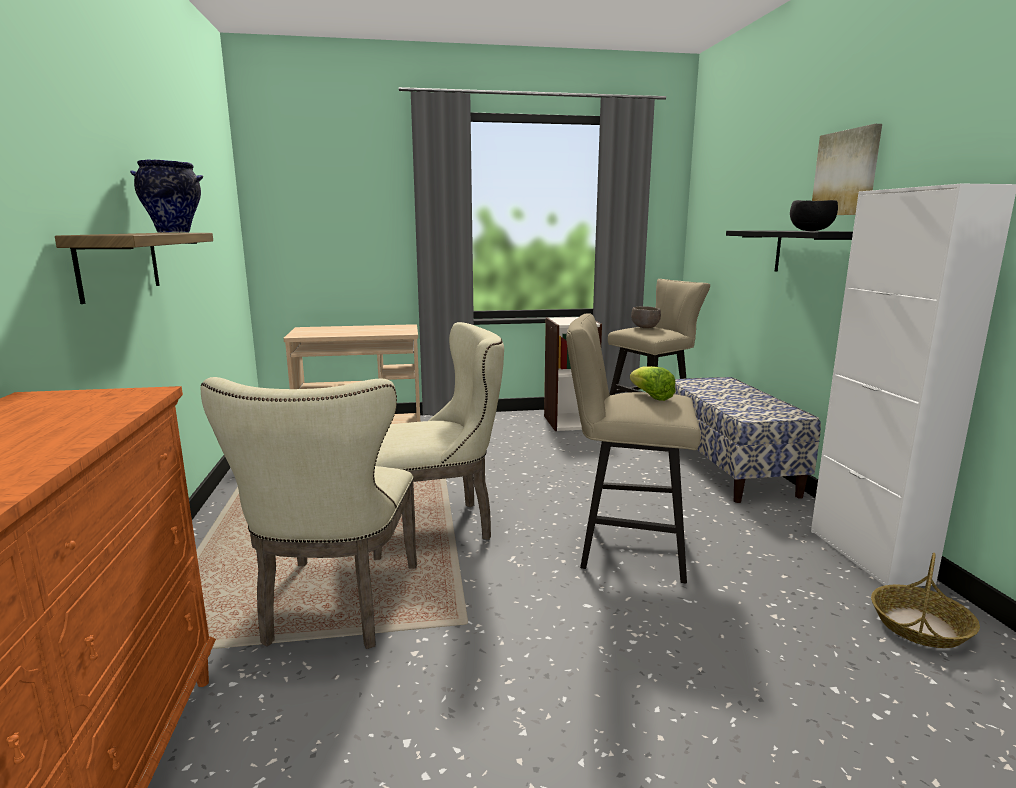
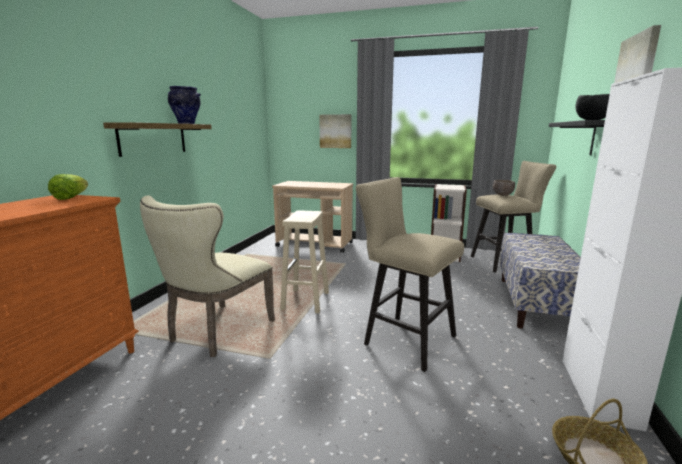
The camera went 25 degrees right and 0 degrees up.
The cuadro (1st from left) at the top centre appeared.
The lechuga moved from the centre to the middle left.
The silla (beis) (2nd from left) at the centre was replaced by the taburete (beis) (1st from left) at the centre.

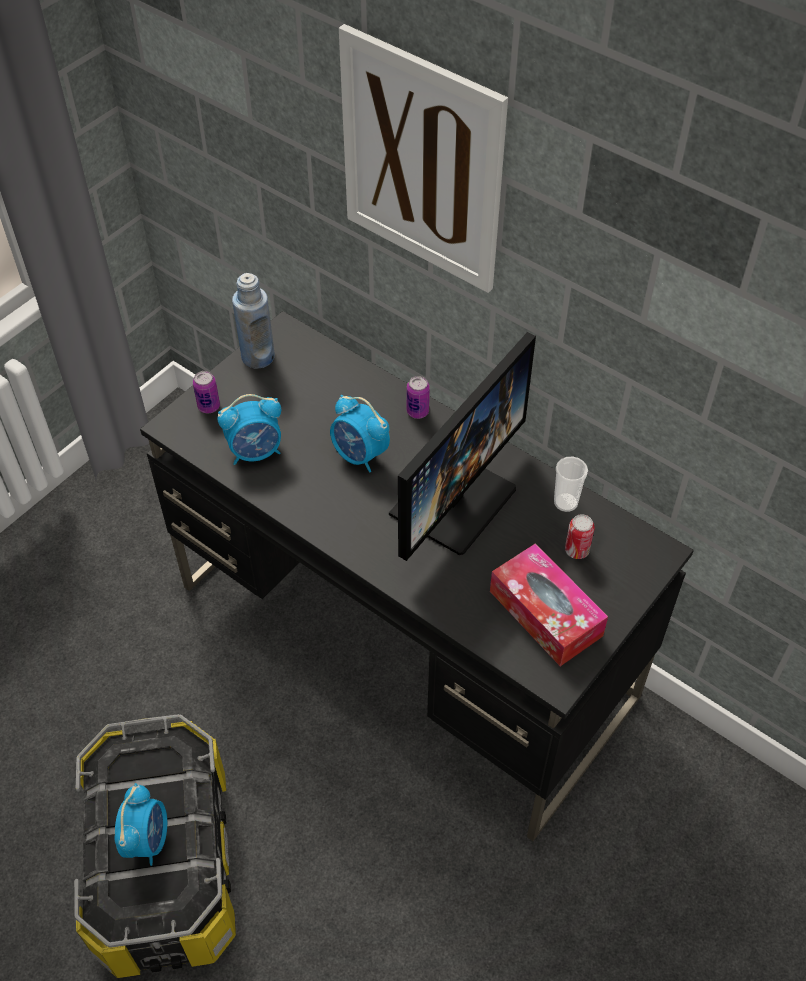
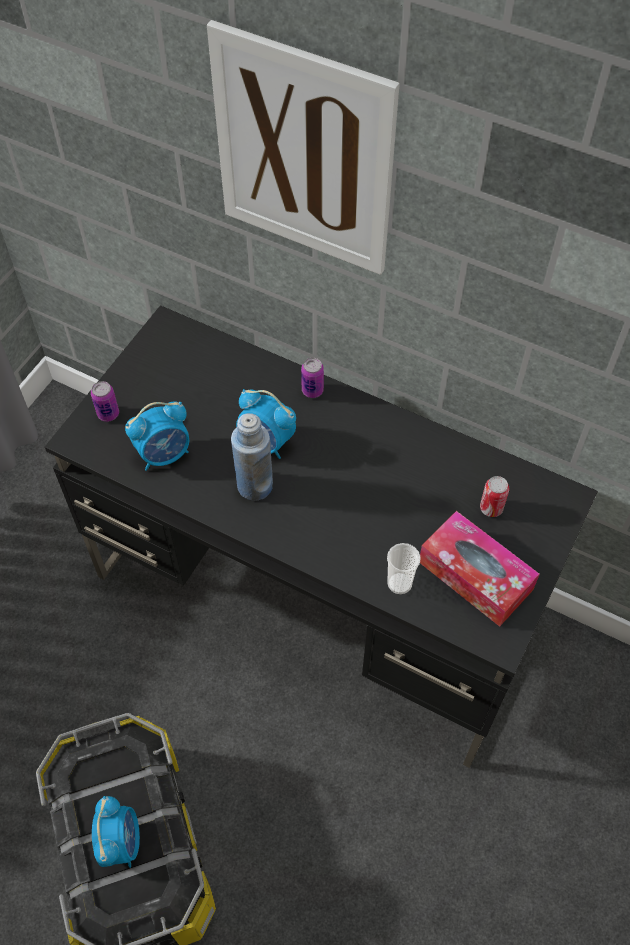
The camera went 10 degrees left and 5 degrees up.
The monitor at the centre disappeared.
The botella (azul) moved from the top left to the centre.
The taza moved from the middle right to the centre.

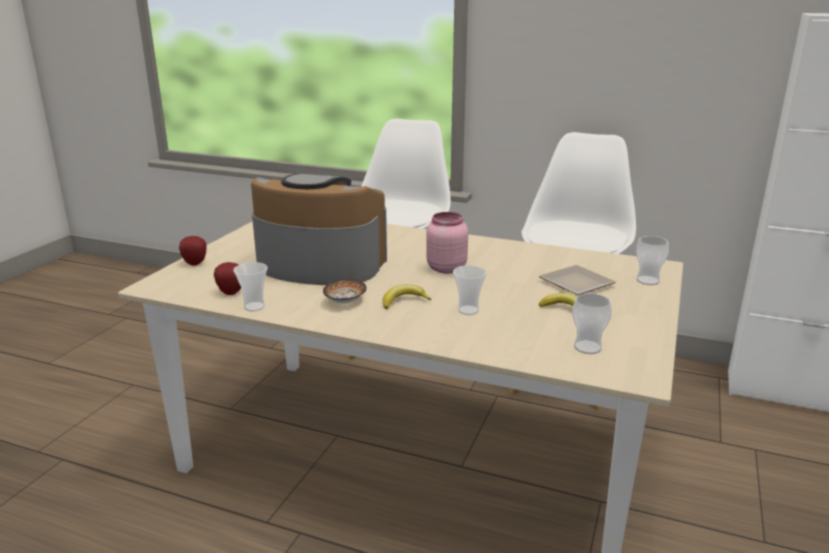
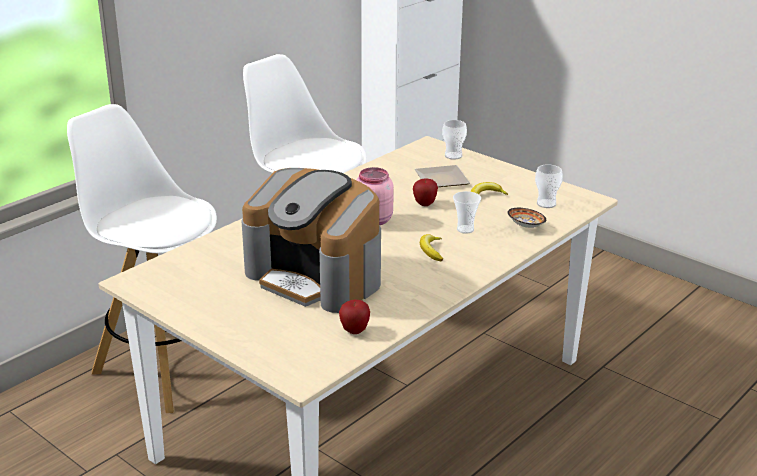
The camera went 70 degrees left and 5 degrees up.
The taza (1st from left) at the middle left disappeared.
The manzana (1st from left in the first image) moved from the middle left to the centre.
The cuenco moved from the centre to the middle right.
The cafetera at the centre turned 90 degrees counterclockwise.

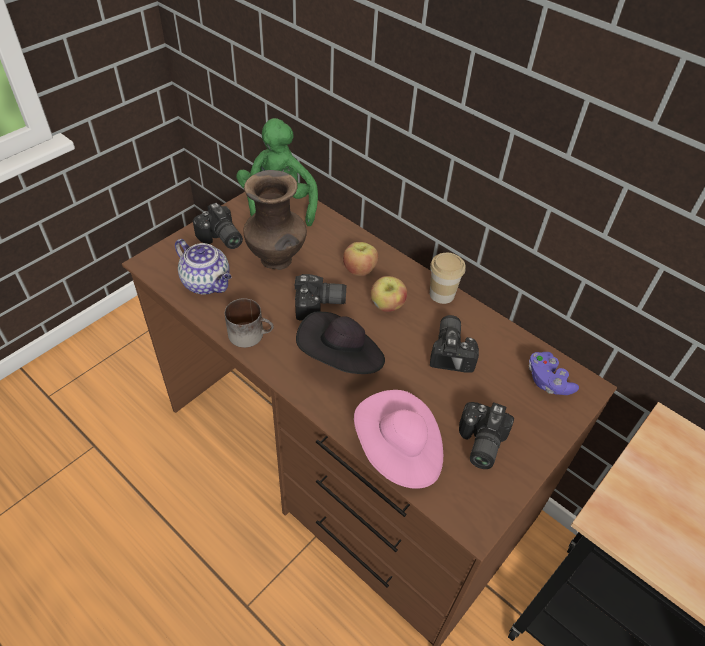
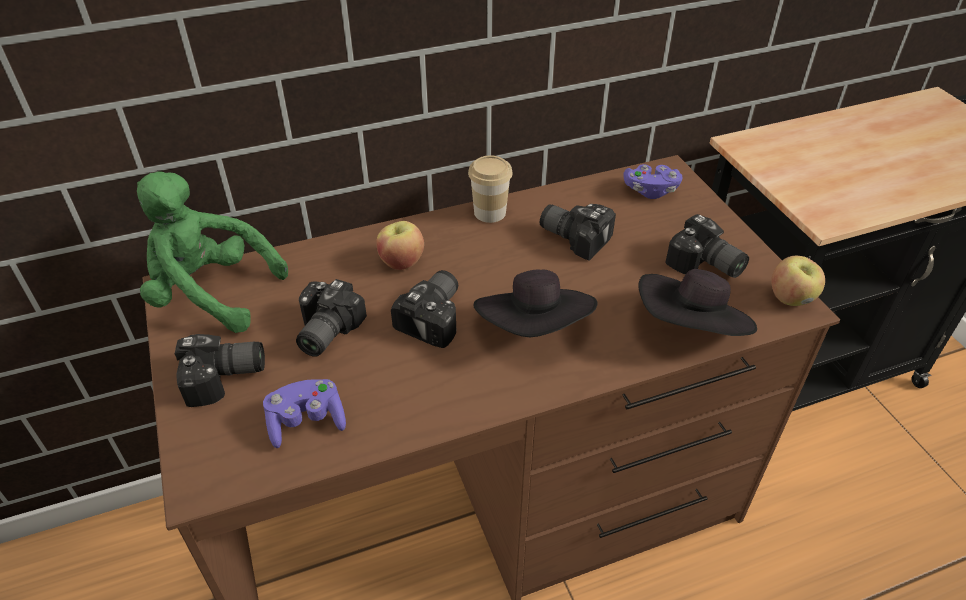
The camera went 60 degrees left and 5 degrees down.
The taza grande at the centre disappeared.
The manzana (2nd from left) moved from the centre to the middle right.
The tetera at the middle left was replaced by the mando de consola (morado) (1st from left) at the bottom left.
The florero (marrón) at the centre was replaced by the cámara (2nd from left) at the centre.
The sombrero (rosa) at the bottom centre became the sombrero (negro) (2nd from left) at the middle right.

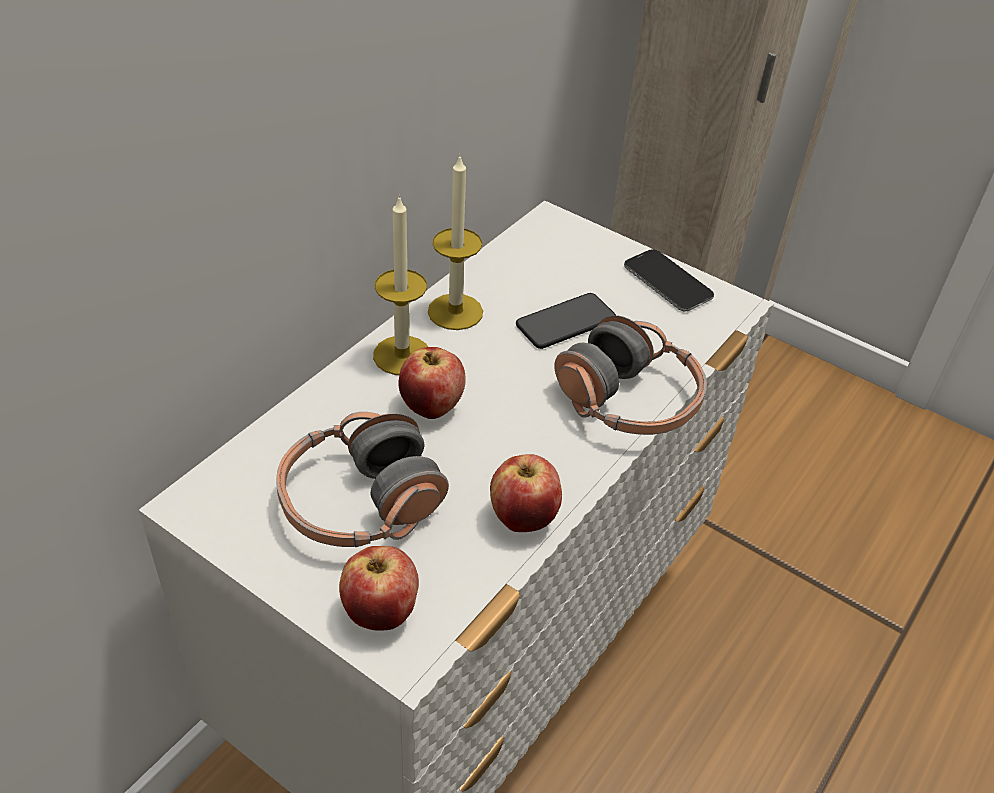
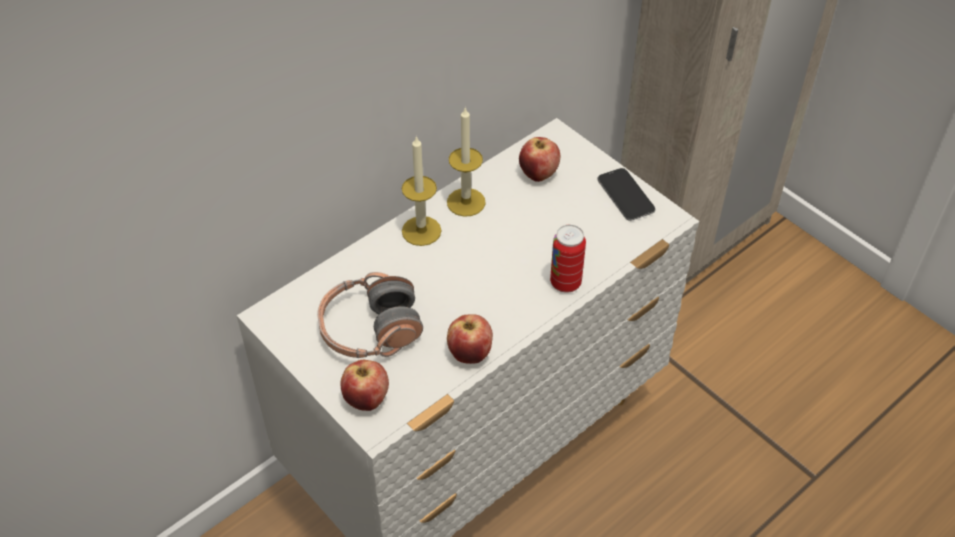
The camera went 15 degrees right and 5 degrees up.
The móvil (1st from left) at the centre disappeared.
The manzana (2nd from left in the first image) moved from the centre to the top centre.
The auriculares (2nd from left) at the centre was replaced by the lata at the centre.

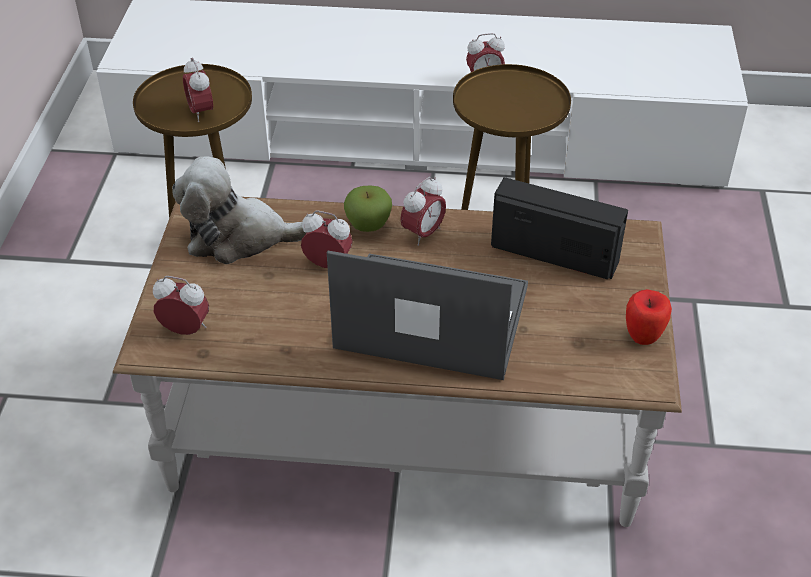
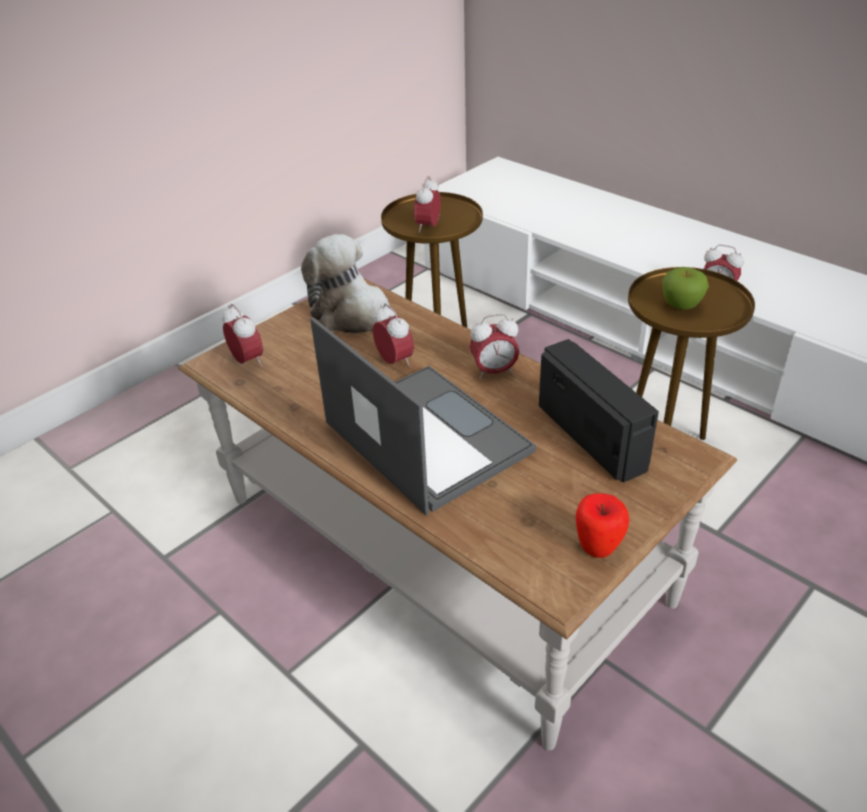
The camera went 40 degrees right and 5 degrees down.
The manzana (1st from left in the first image) moved from the centre to the middle right.

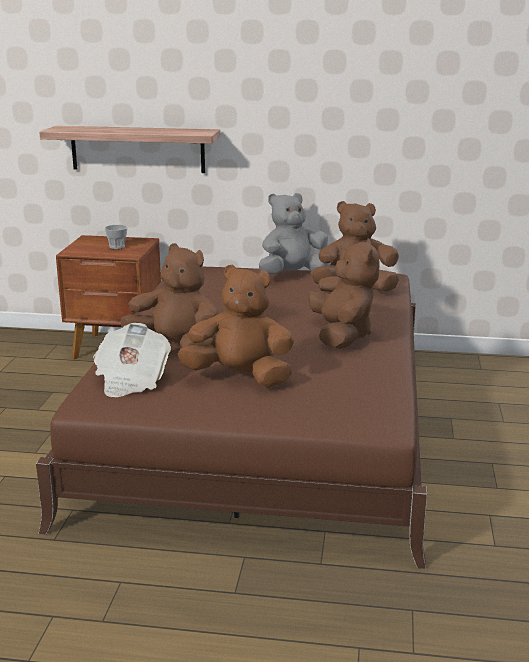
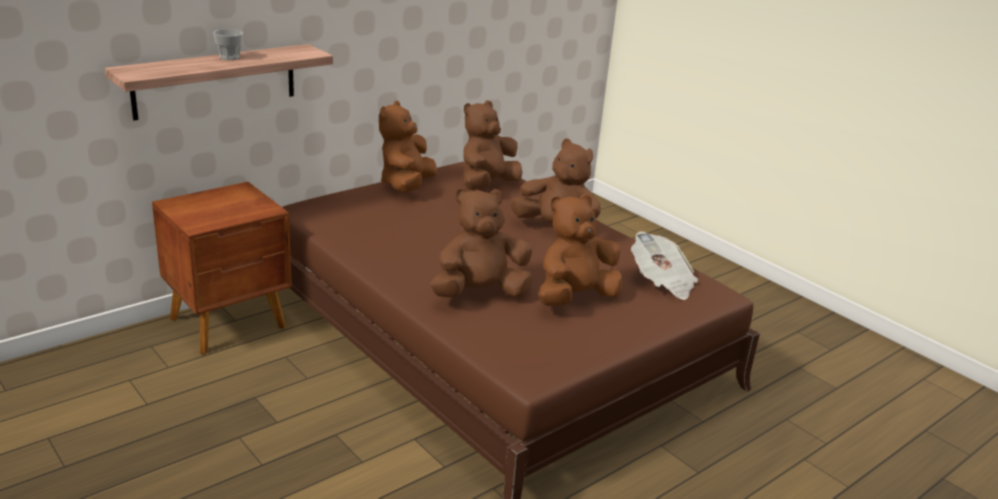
The camera went 50 degrees left and 5 degrees up.
The periódico moved from the middle left to the centre.
The taza moved from the middle left to the top left.
The peluche (gris) at the centre became the peluche (marrón) (1st from left) at the top centre.

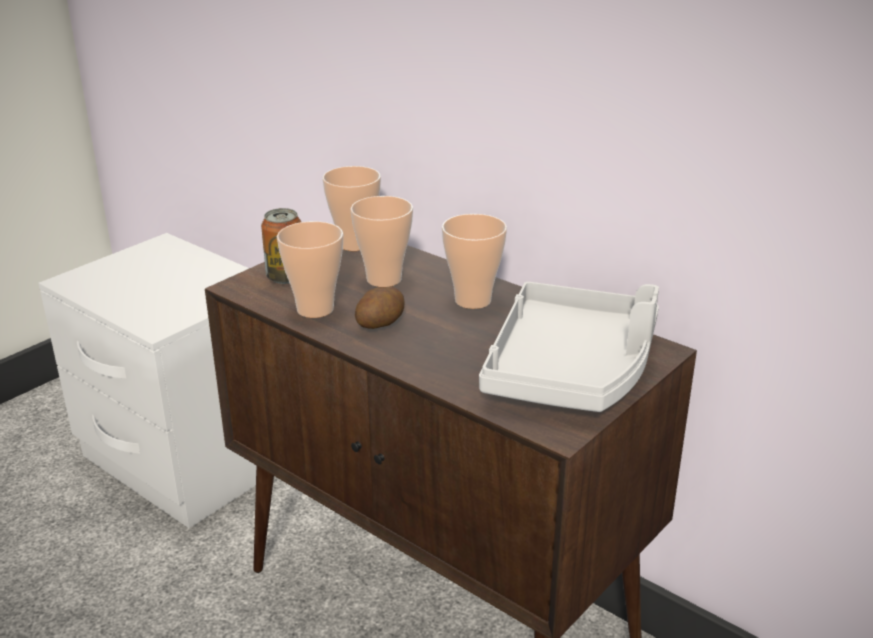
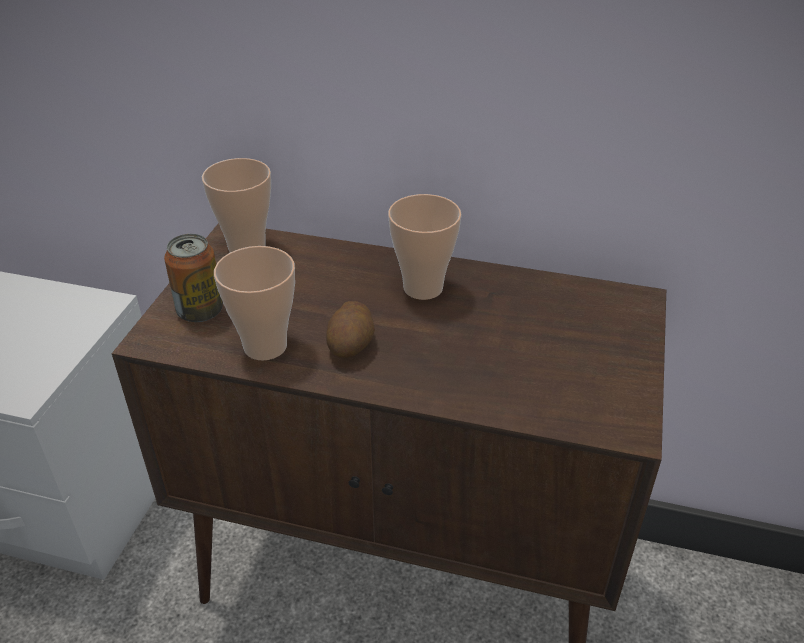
The camera went 25 degrees left and 10 degrees up.
The taza (3rd from left) at the centre disappeared.
The bandeja (gris) at the centre disappeared.

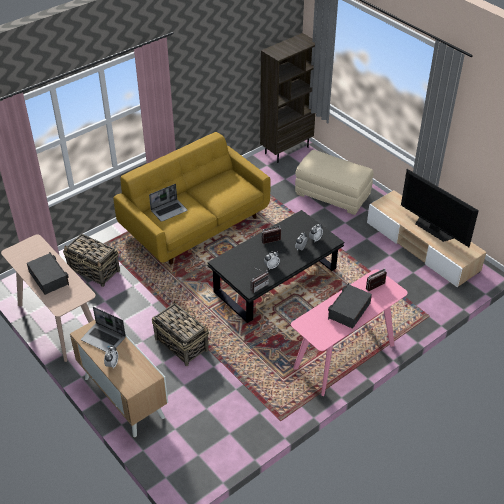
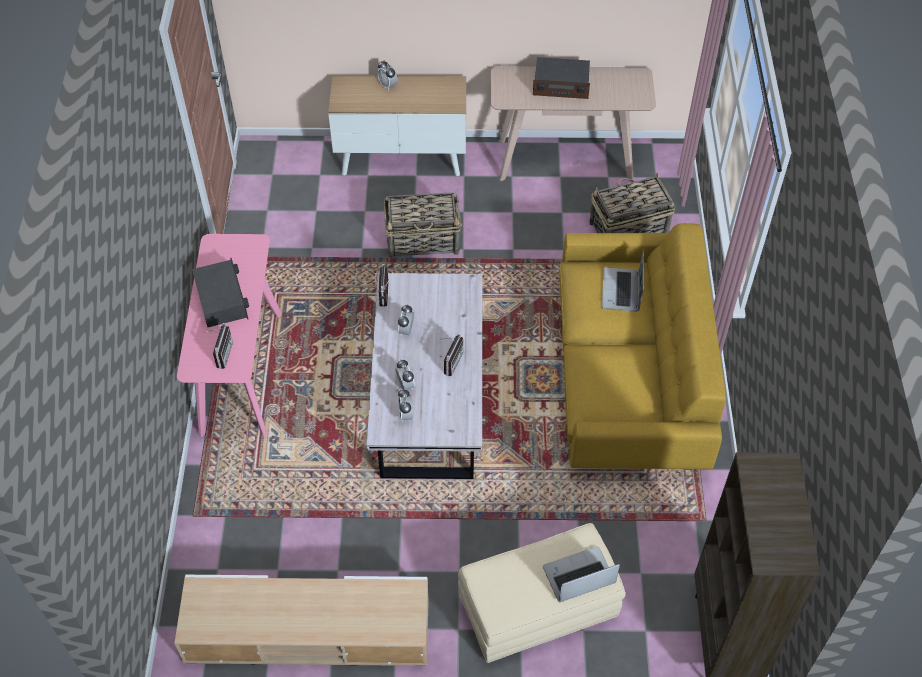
The camera went 130 degrees right and 10 degrees up.
The televisor at the middle right disappeared.
The portátil (1st from left) moved from the middle left to the bottom centre.
The mesa de centro (negro) at the centre became the mesa de centro (blanco) at the centre.

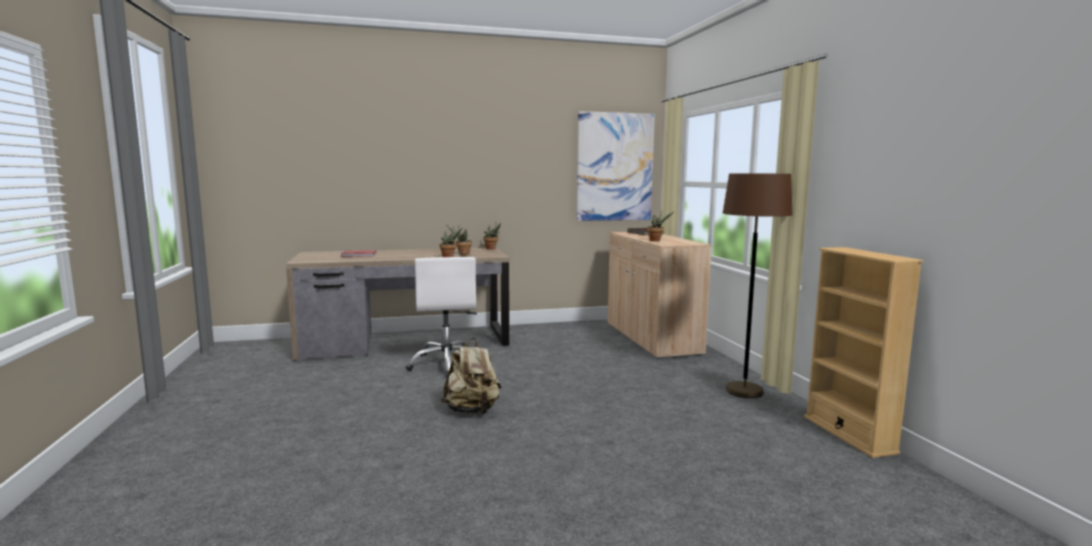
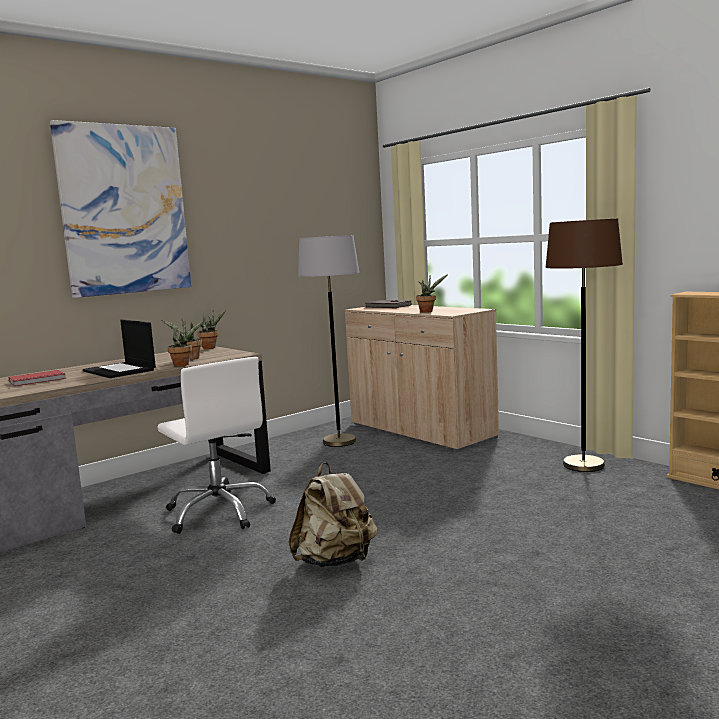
The camera went 25 degrees left and 0 degrees up.
The portátil at the middle left appeared.
The lámpara de pie (gris) at the centre appeared.
The cuadro moved from the top centre to the top left.

